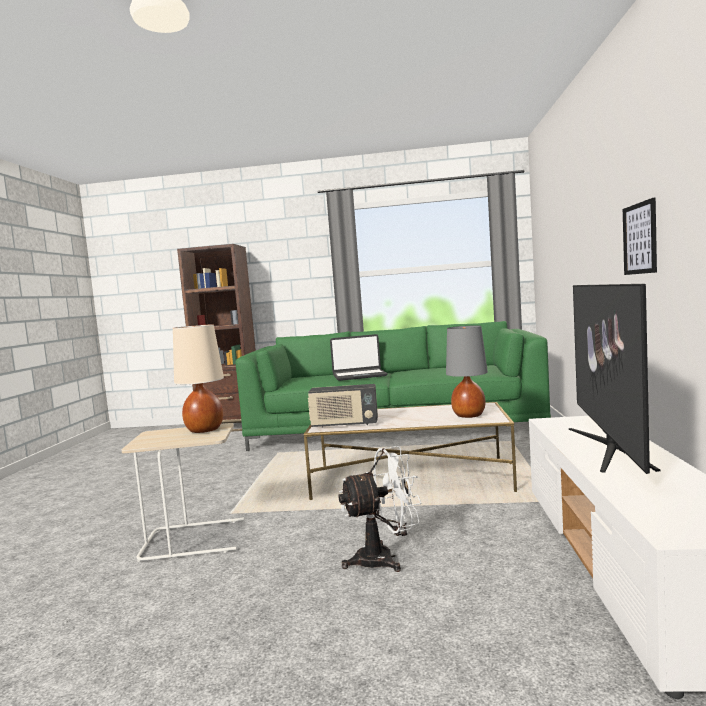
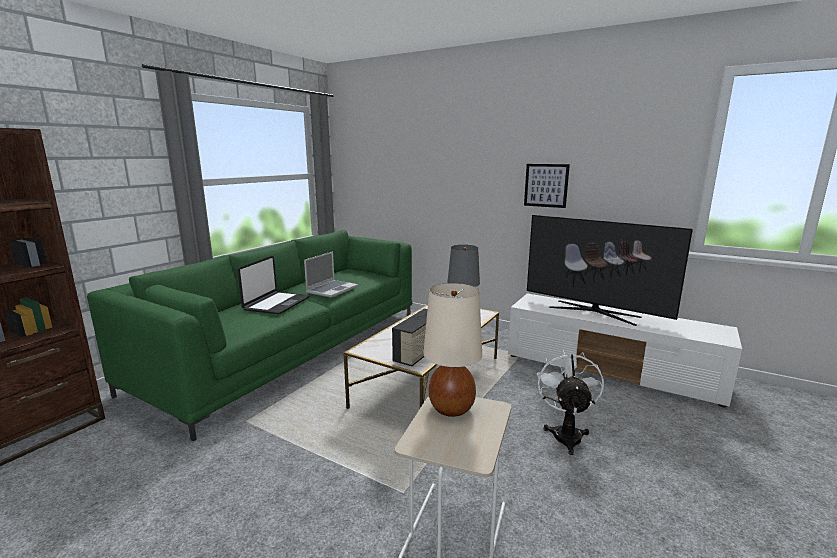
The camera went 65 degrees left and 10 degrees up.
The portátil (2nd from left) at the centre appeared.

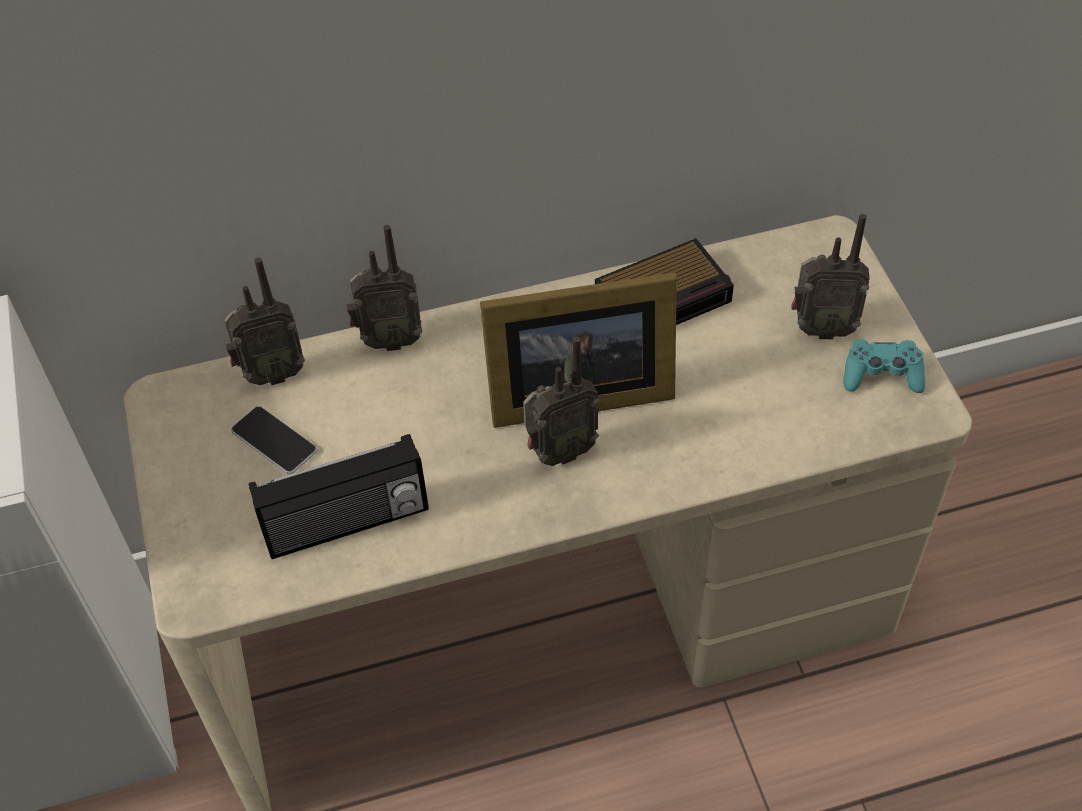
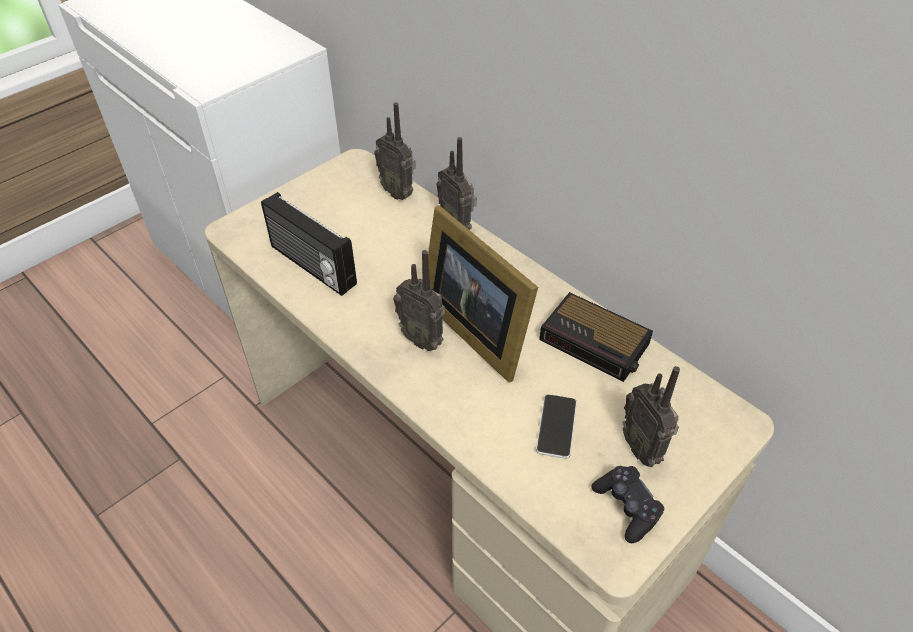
The camera went 60 degrees right and 5 degrees down.
The móvil moved from the middle left to the bottom centre.
The mando de consola (turquesa) at the middle right became the mando de consola (negro) at the bottom right.

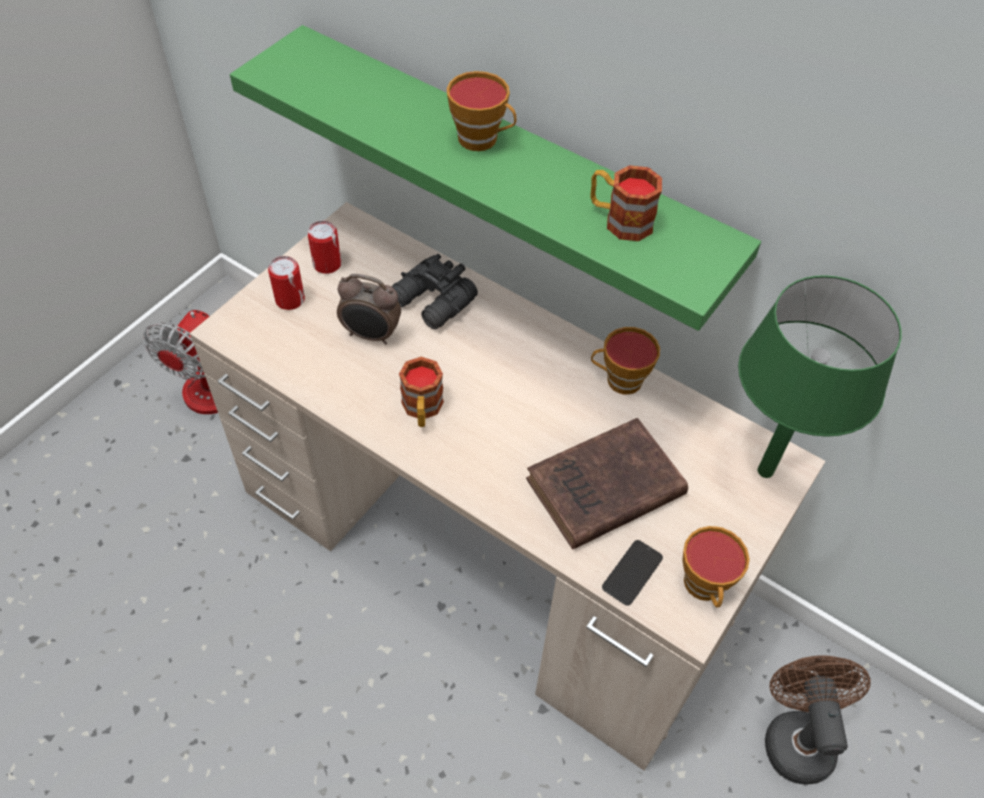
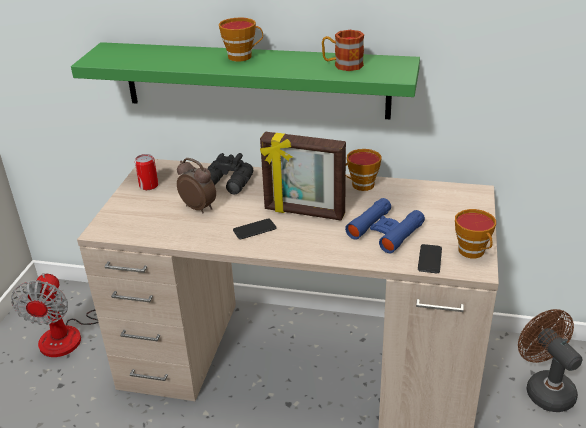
The camera went 20 degrees left and 20 degrees down.
The lata (1st from left) at the middle left disappeared.
The lámpara de mesa (verde) at the middle right disappeared.
The portarretratos at the centre appeared.
The taza grande (1st from left) at the centre was replaced by the móvil (1st from left) at the centre.
The libro (marrón) at the centre was replaced by the prismáticos (azul) at the centre.
The despertador at the centre turned 135 degrees counterclockwise.

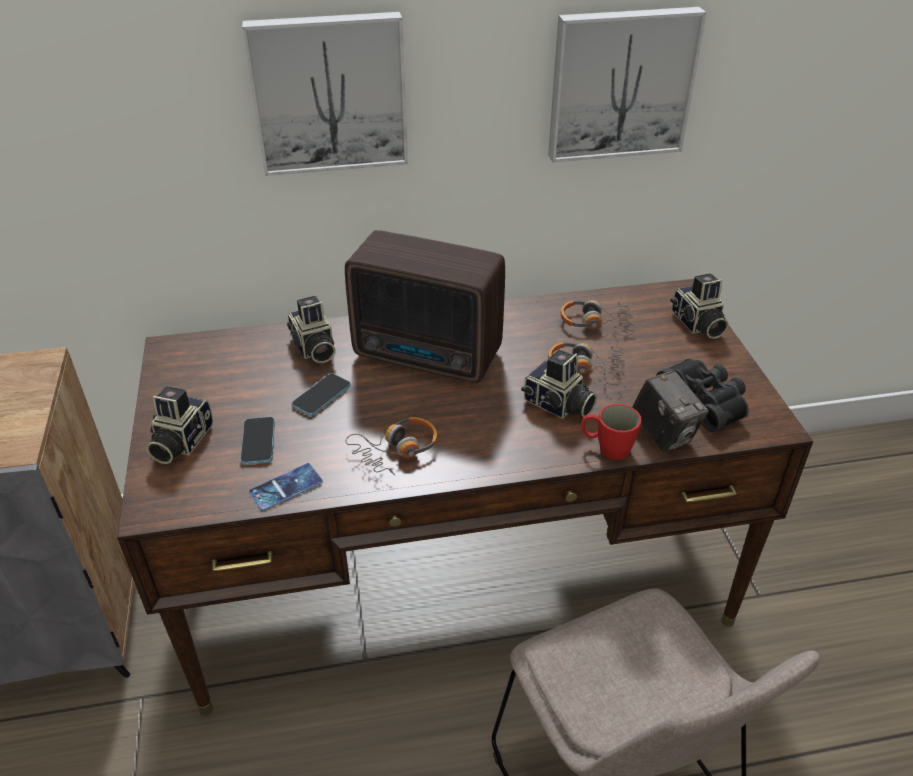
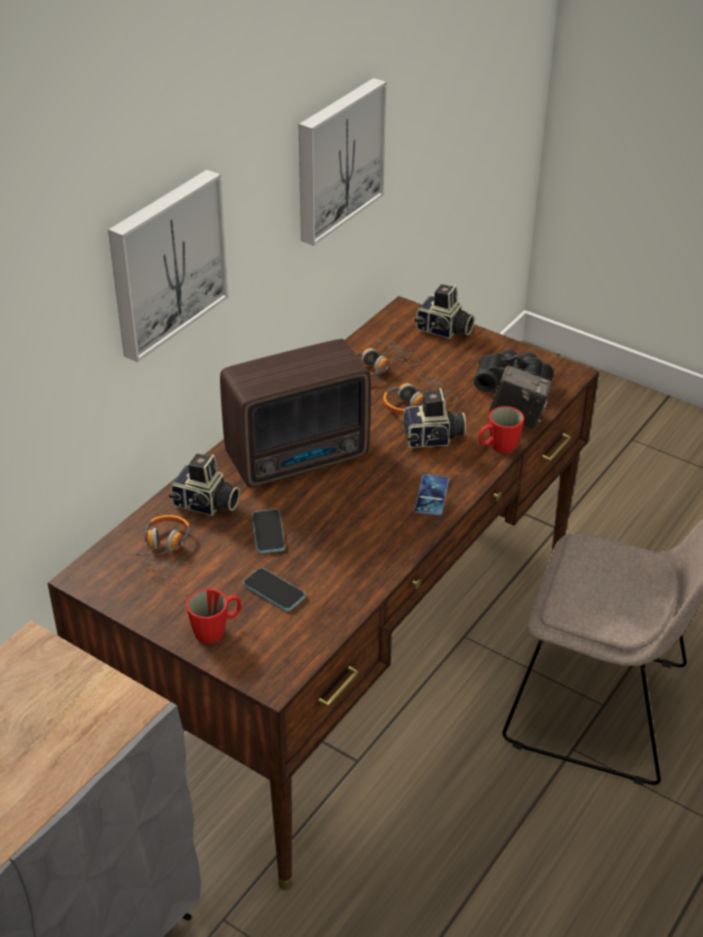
The camera went 45 degrees left and 0 degrees up.
The móvil (2nd from left in the first image) moved from the middle left to the centre.
The auriculares (1st from left) moved from the centre to the middle left.
The cámara (1st from left) at the middle left was replaced by the taza grande (rojo) (1st from left) at the middle left.

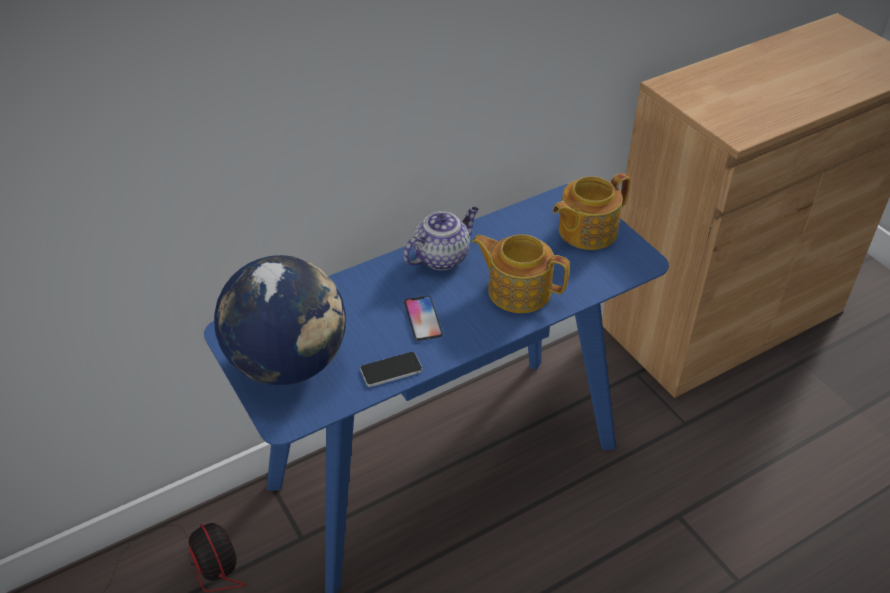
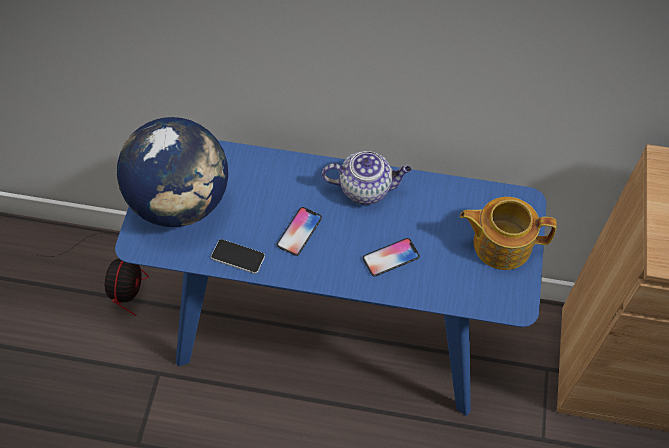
The camera went 40 degrees right and 15 degrees up.
The tetera (2nd from left) at the centre was replaced by the móvil (3rd from left) at the centre.

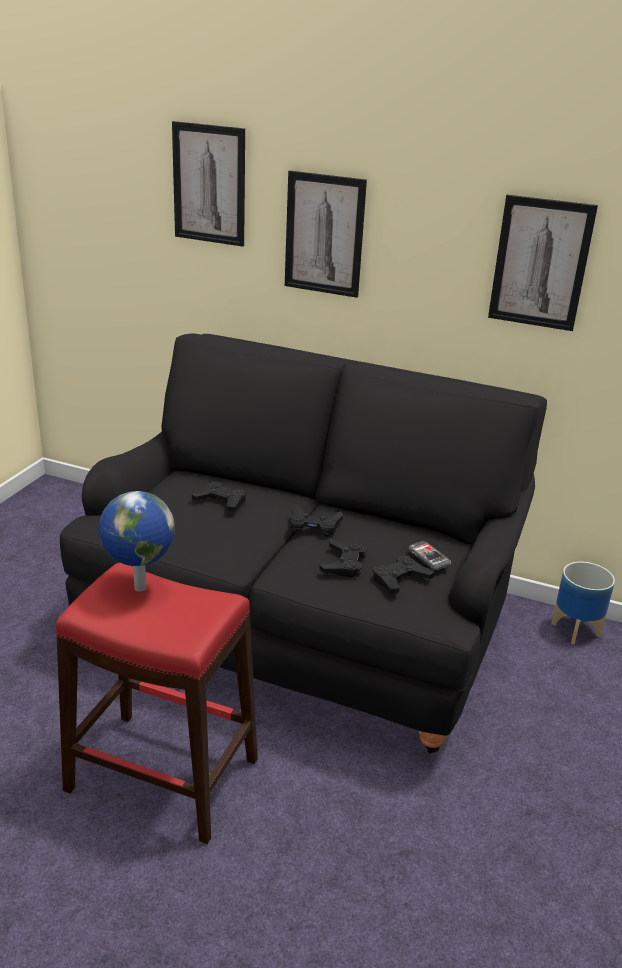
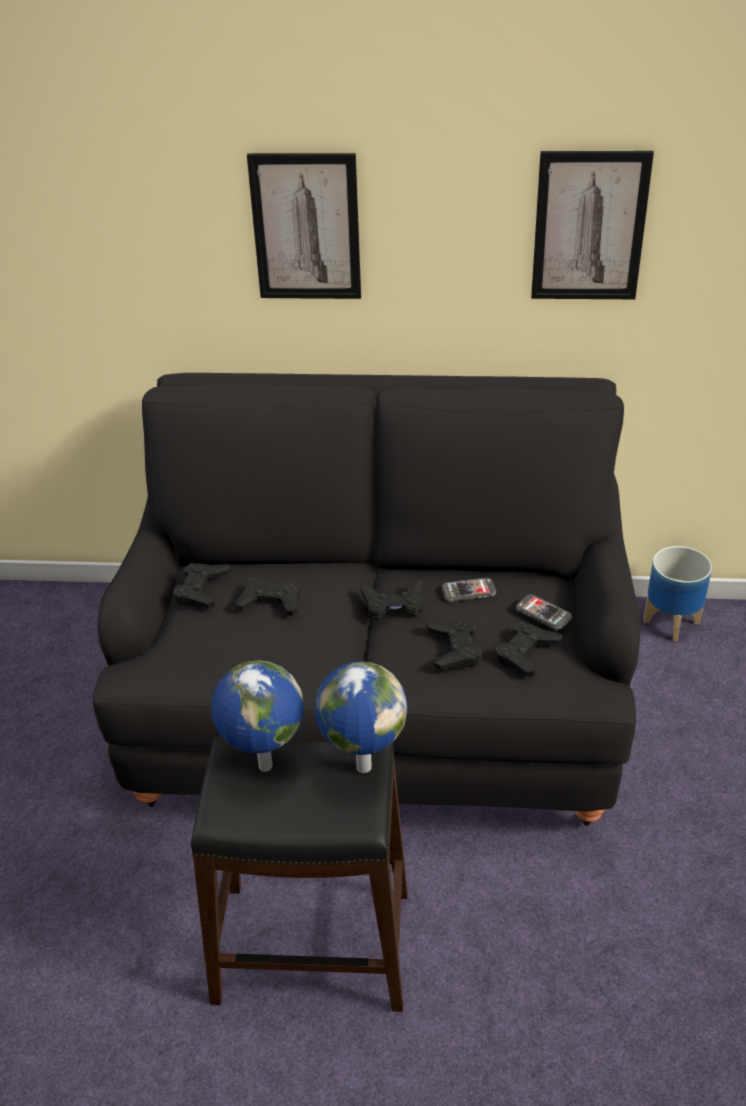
The camera went 15 degrees left and 10 degrees up.
The cuadro (1st from left) at the top centre disappeared.
The mando de consola (negro) (1st from left) at the middle left appeared.
The globo terráqueo (2nd from left) at the centre appeared.
The móvil (1st from left) at the centre appeared.
The taburete (rojo) at the bottom left became the taburete (negro) at the bottom centre.

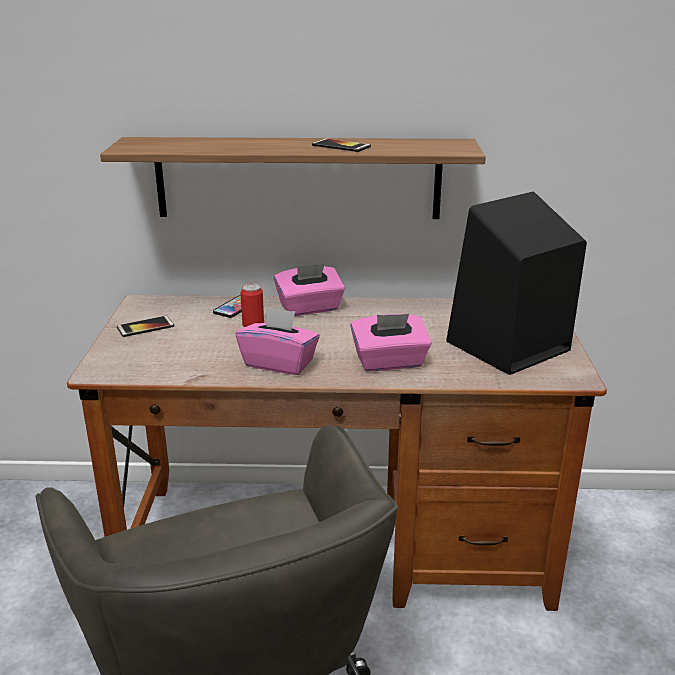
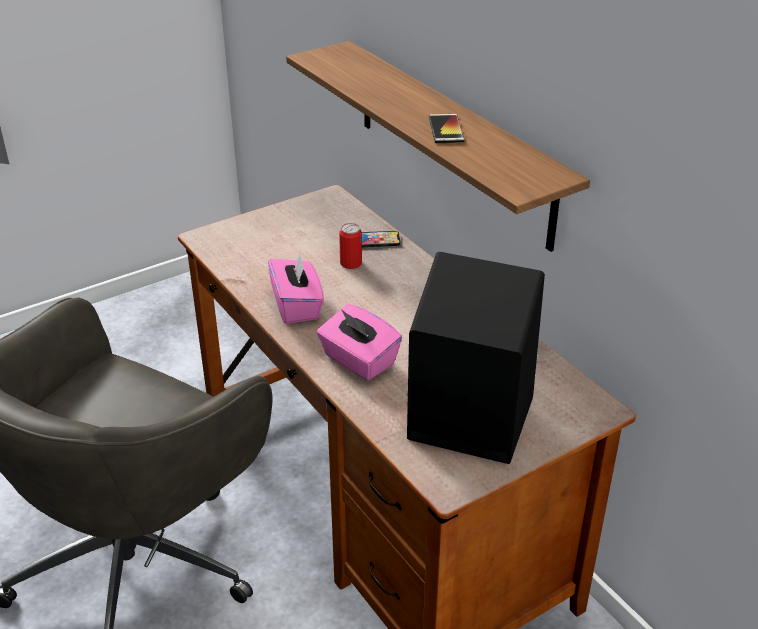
The camera went 55 degrees right and 10 degrees up.
The móvil (1st from left) at the middle left disappeared.
The caja de pañuelos (rosa) (2nd from left) at the centre disappeared.

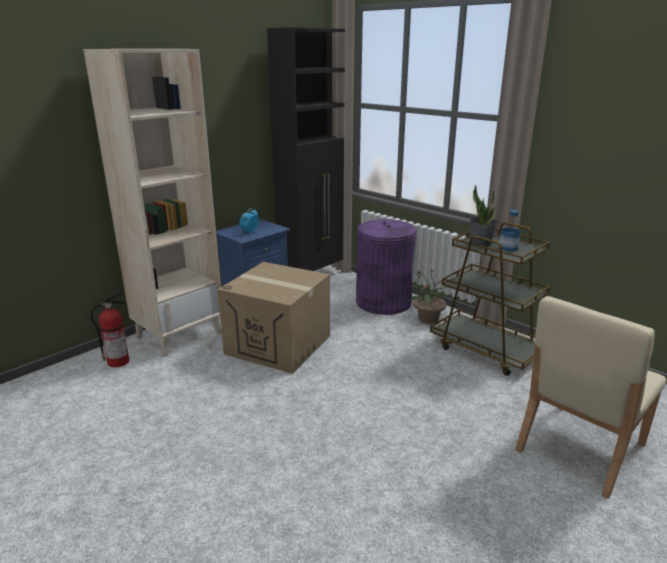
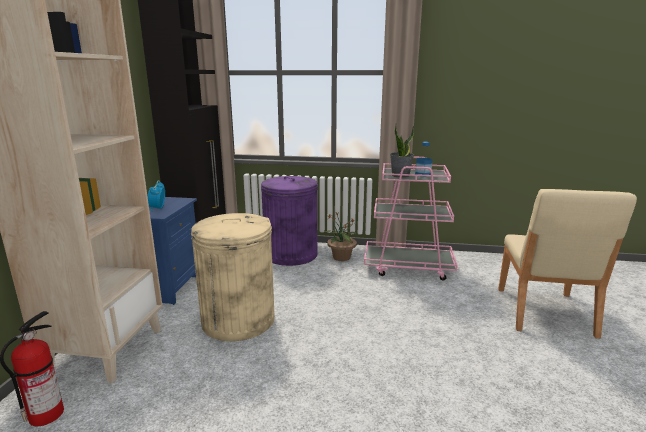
The camera went 35 degrees left and 5 degrees down.
The caja de cartón at the centre was replaced by the papelera (beis) at the centre.
The carrito (marrón) at the middle right became the carrito (rosa) at the centre.

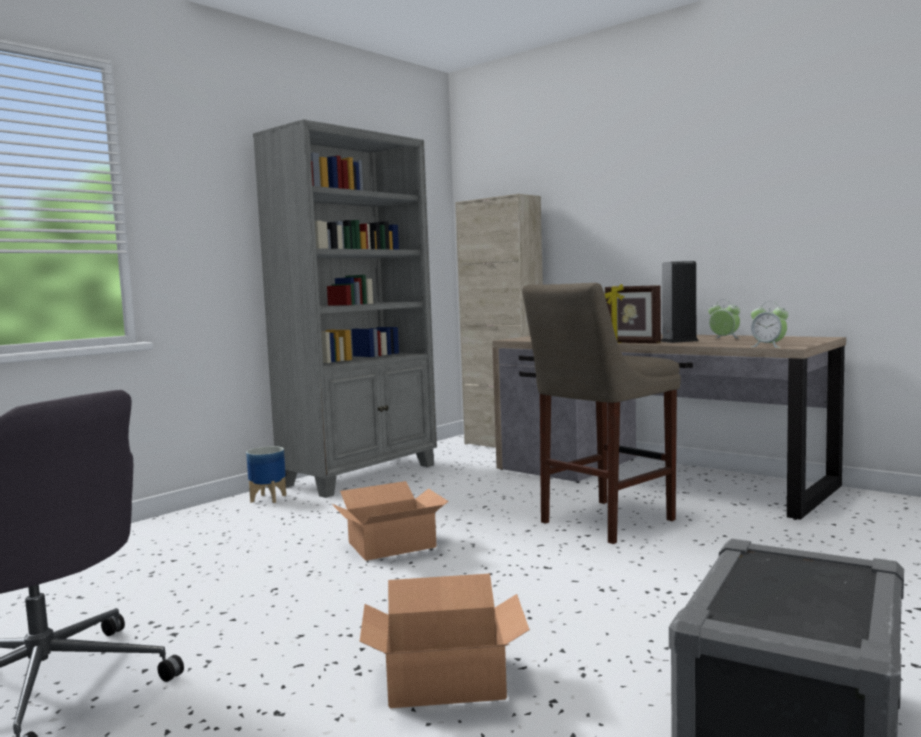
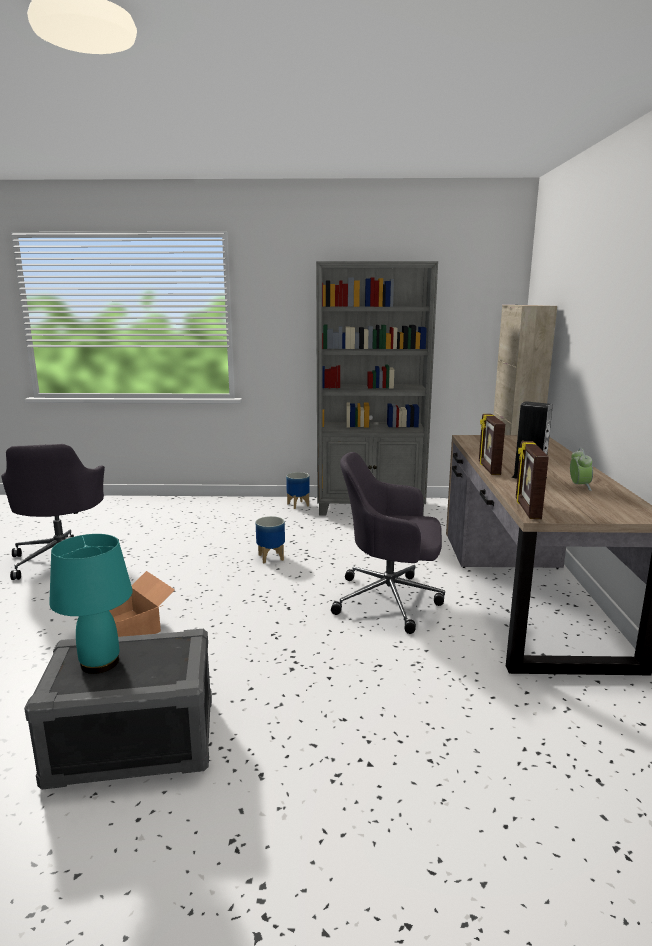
The camera went 50 degrees right and 10 degrees up.
The lámpara de mesa (turquesa) at the middle left appeared.
The caja de cartón (1st from left) at the bottom centre was replaced by the maceta (1st from left) at the centre.
The taburete (beis) at the centre was replaced by the silla de oficina (gris) (2nd from left) at the centre.
The despertador (2nd from left) at the middle right was replaced by the portarretratos (2nd from left) at the middle right.

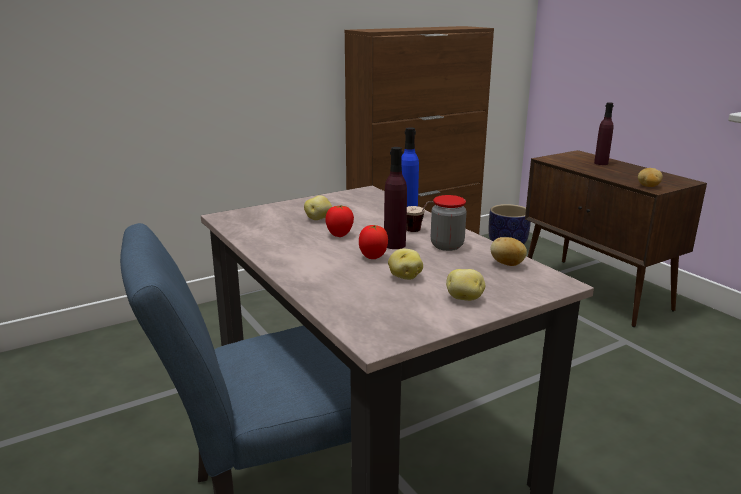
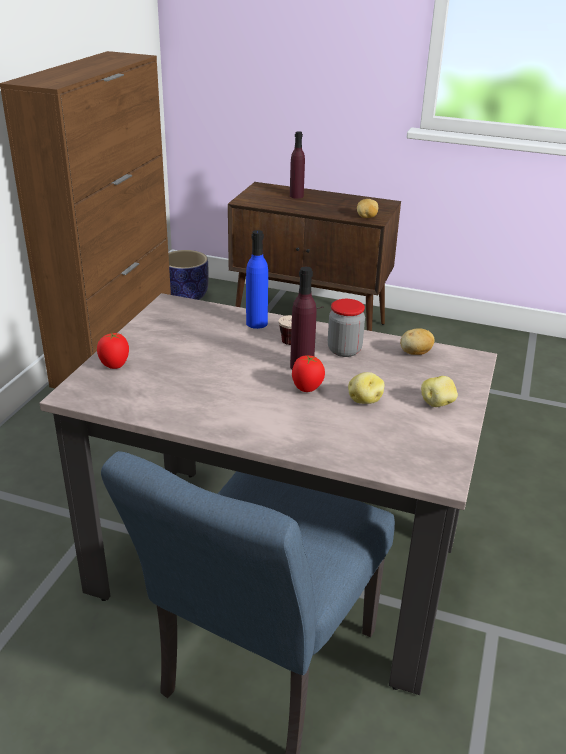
The camera went 40 degrees left and 10 degrees up.
The patata (1st from left) at the centre disappeared.
The tomate (1st from left) moved from the centre to the middle left.

